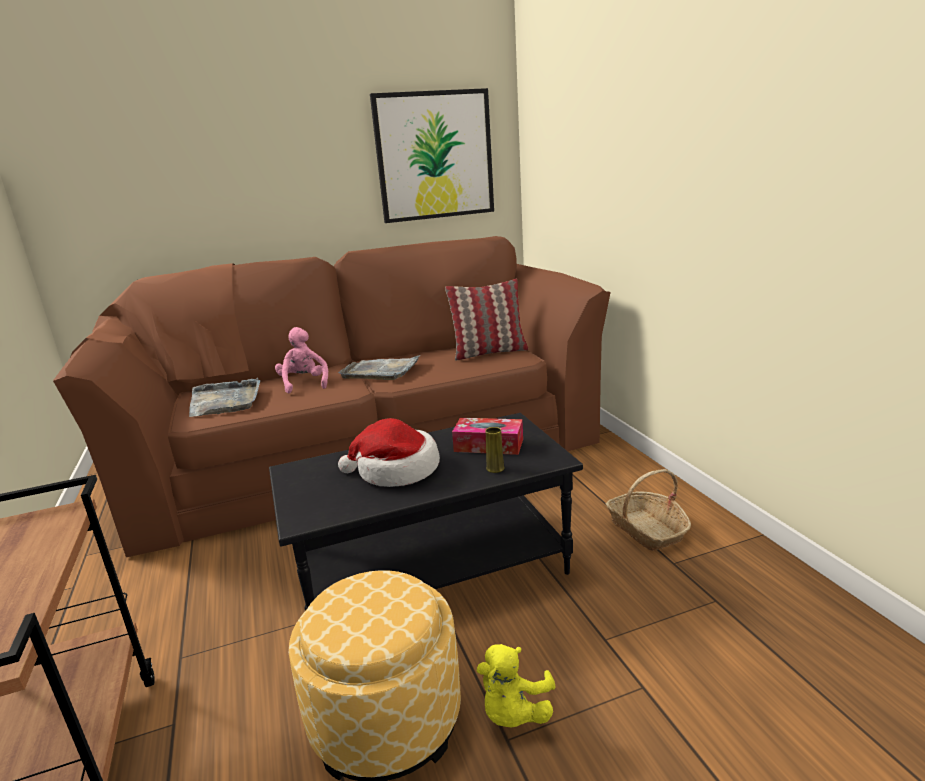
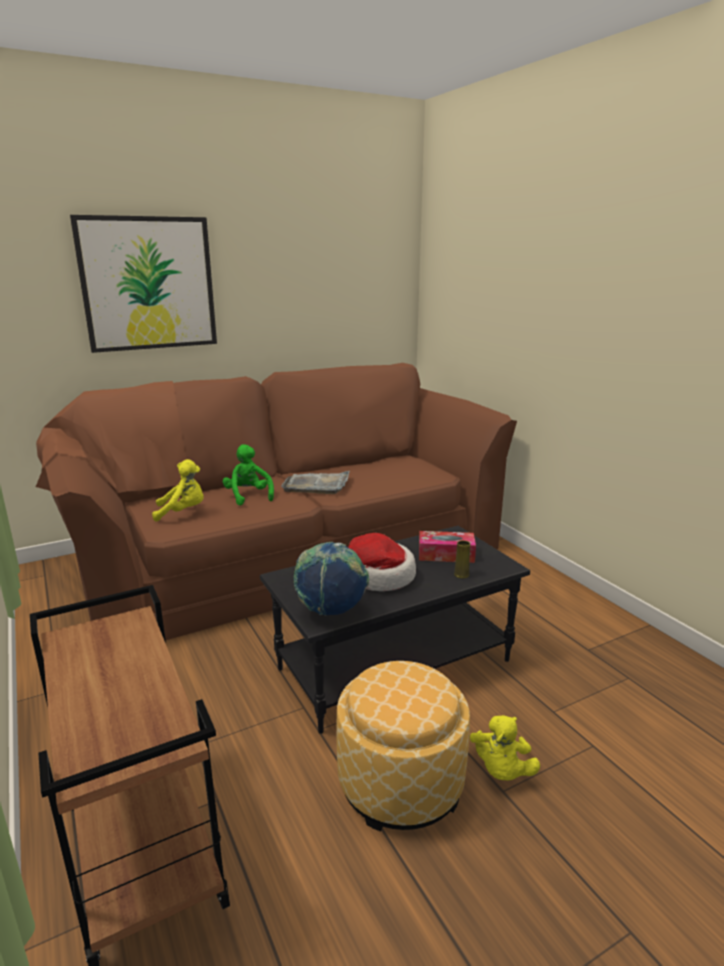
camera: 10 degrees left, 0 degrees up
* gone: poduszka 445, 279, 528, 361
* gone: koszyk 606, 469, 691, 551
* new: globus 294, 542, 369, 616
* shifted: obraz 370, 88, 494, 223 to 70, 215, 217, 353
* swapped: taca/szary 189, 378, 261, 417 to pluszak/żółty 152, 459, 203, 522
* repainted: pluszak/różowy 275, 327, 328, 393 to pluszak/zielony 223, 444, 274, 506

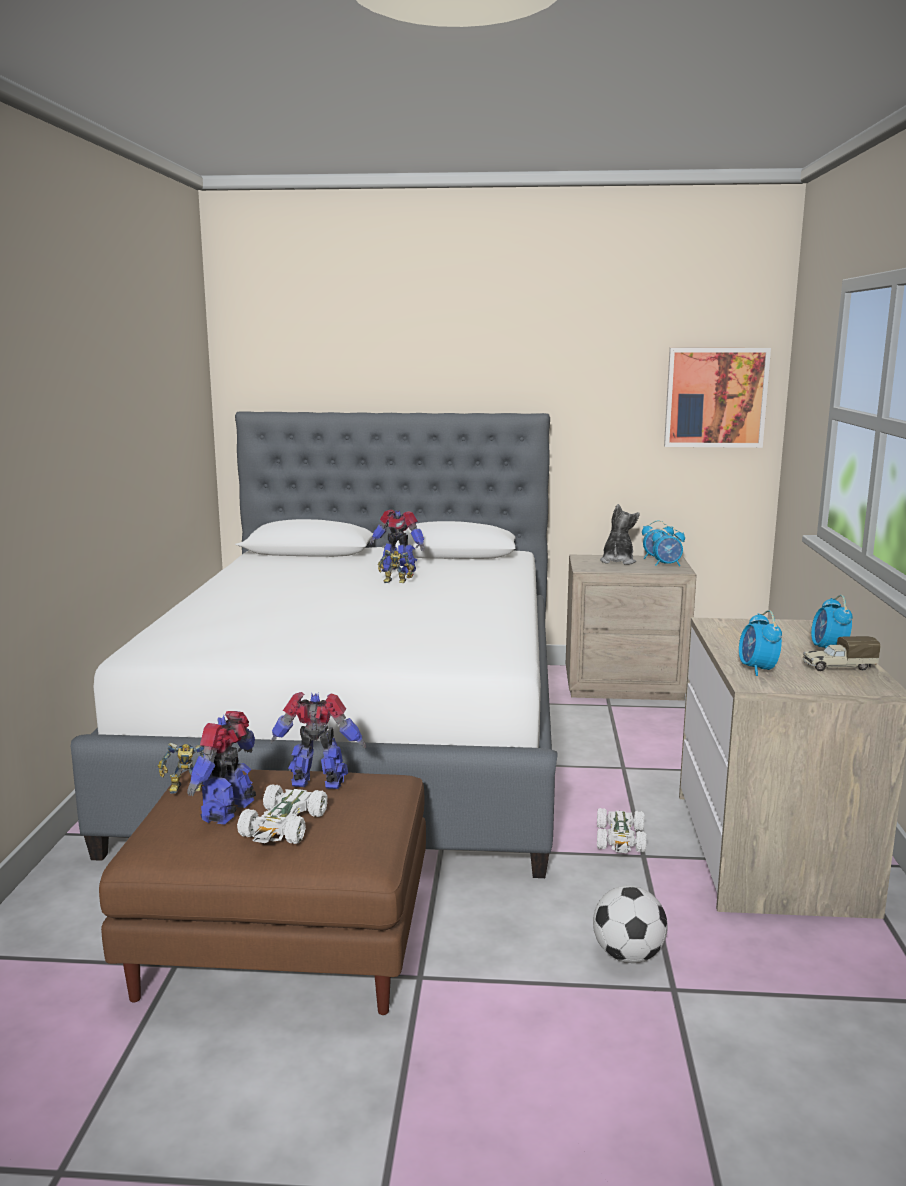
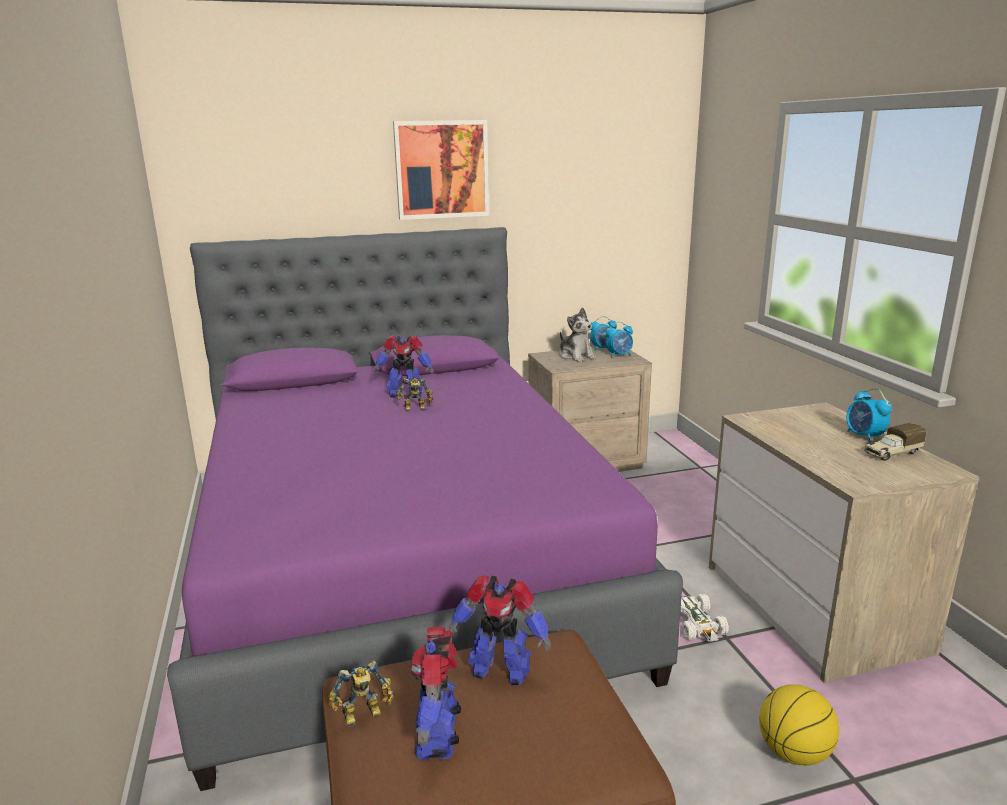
camera: 20 degrees left, 5 degrees up
* gone: samochodzik/biały 237, 784, 328, 844
* gone: budzik 739, 610, 782, 676
* shifted: obraz 664, 348, 771, 448 to 393, 120, 489, 220
* swapped: piłka futbolowa 593, 886, 668, 963 to piłka do koszykówki 759, 684, 839, 766
* repainted: łóżko/biały 71, 411, 558, 878 to łóżko/fioletowy 167, 227, 683, 791
* rotated: robot zabawkowy 271, 692, 366, 789 = 448, 575, 551, 685 150 degrees counterclockwise
* rotated: pluszak 600, 504, 640, 565 = 560, 307, 596, 362 150 degrees clockwise

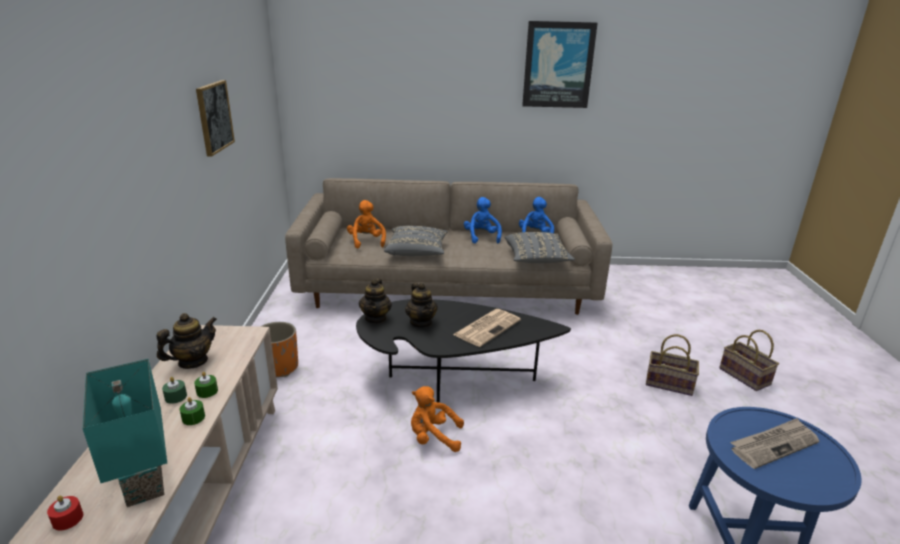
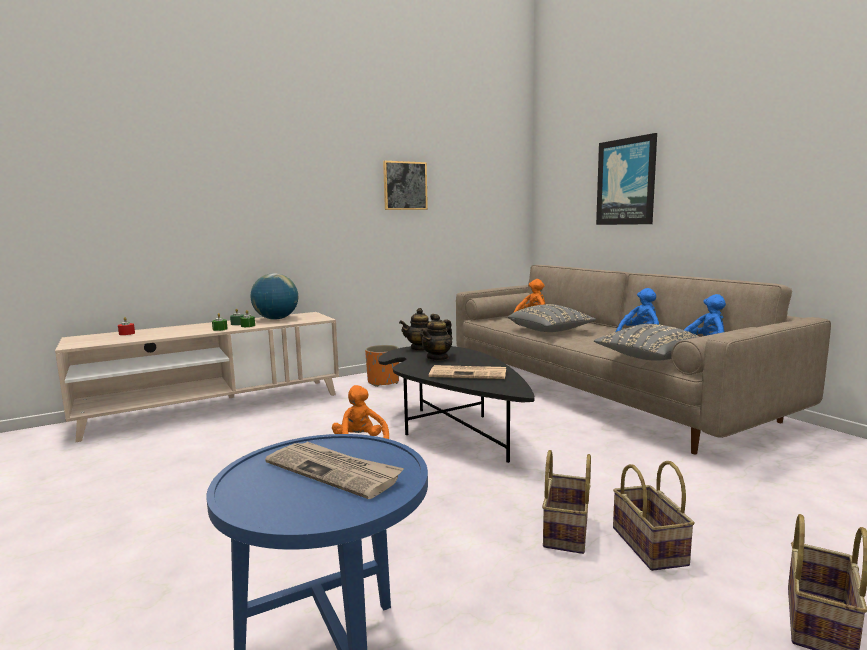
camera: 60 degrees right, 15 degrees down
* gone: lampa stołowa/turkusowy 82, 359, 167, 507
* new: koszyk 542, 450, 591, 554
* shifted: obraz 522, 21, 598, 108 to 596, 133, 657, 225
* swapped: imbryk 157, 313, 217, 369 to globus 251, 273, 298, 320

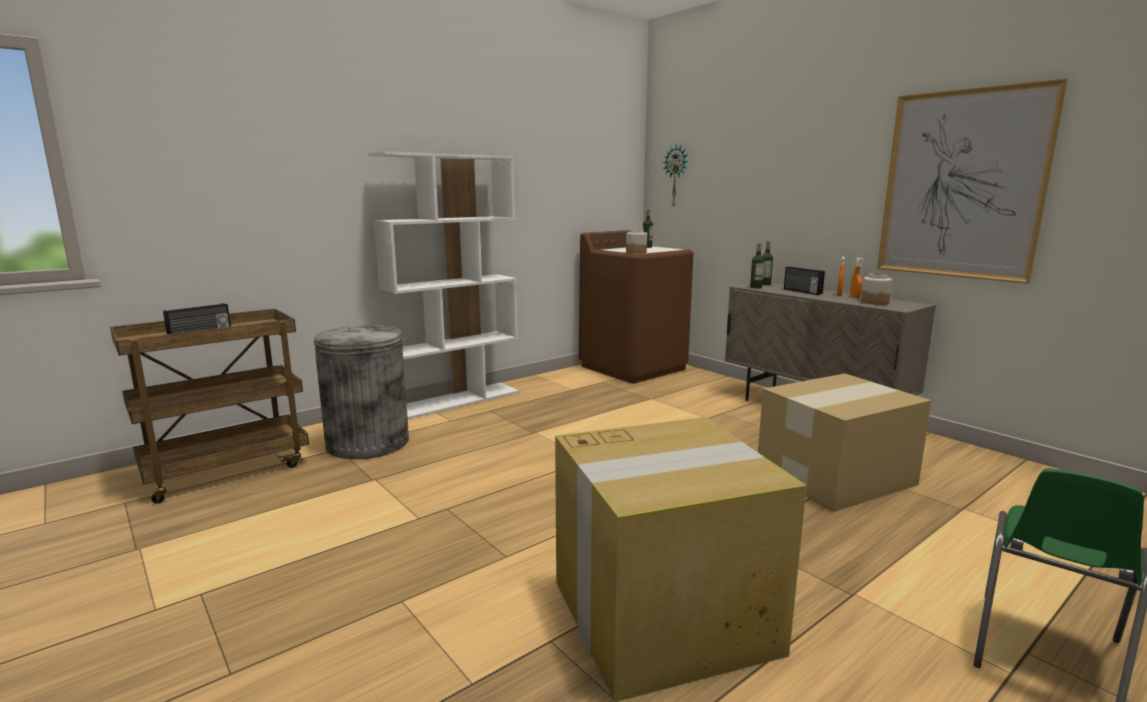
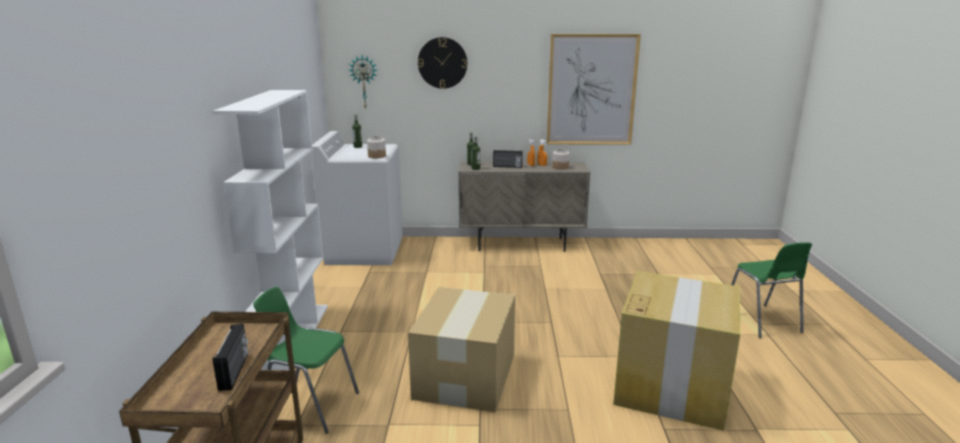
camera: 50 degrees left, 5 degrees up
* new: zegar ścienny 418, 37, 467, 89
* shifted: karton 758, 373, 931, 512 to 408, 287, 515, 412
* swapped: kosz na śmieci/szary 314, 325, 409, 459 to krzesło/zielony 253, 287, 359, 433
* repainted: pralka/brązowy 579, 230, 693, 384 to pralka/biały 311, 131, 403, 265

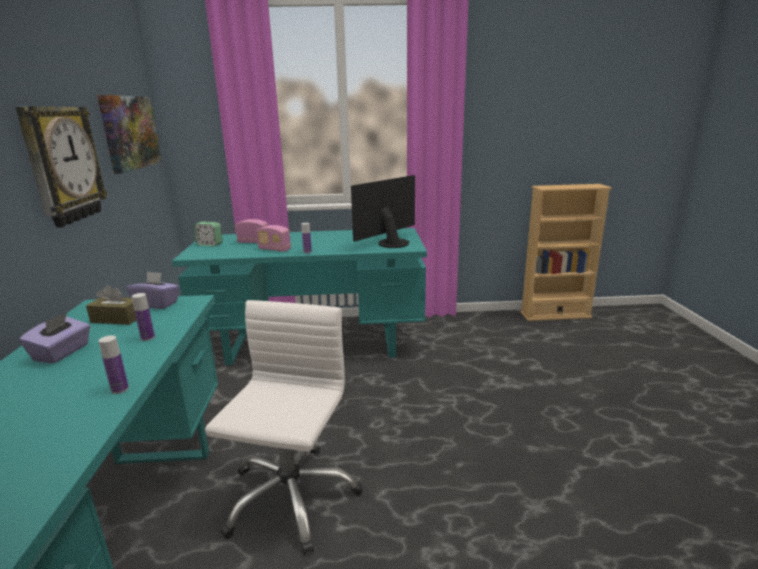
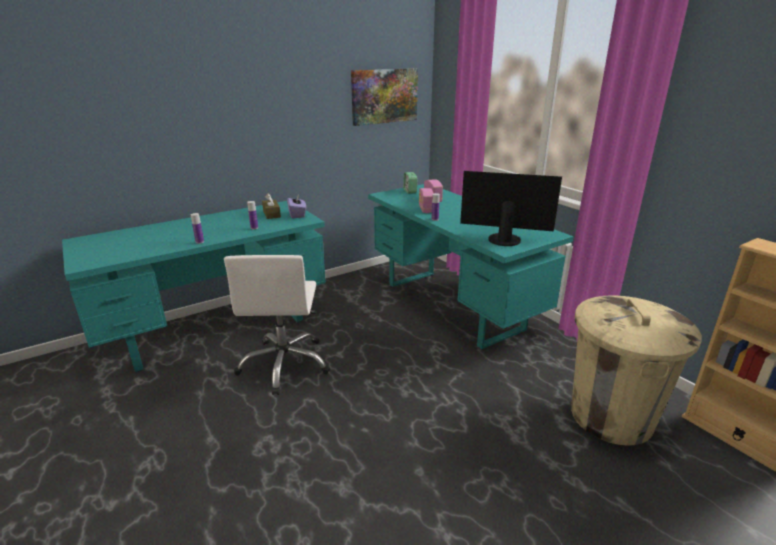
camera: 60 degrees right, 5 degrees up
* gone: zegar ścienny 15, 106, 107, 228
* gone: pudełko chusteczek/fioletowy 19, 312, 90, 363
* new: kosz na śmieci/beżowy 571, 295, 702, 446
* rotated: krzesło biurowe/biały 205, 300, 363, 555 = 224, 255, 330, 395 105 degrees clockwise

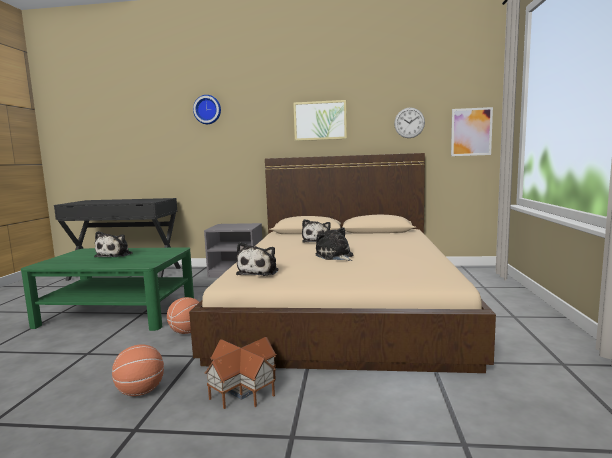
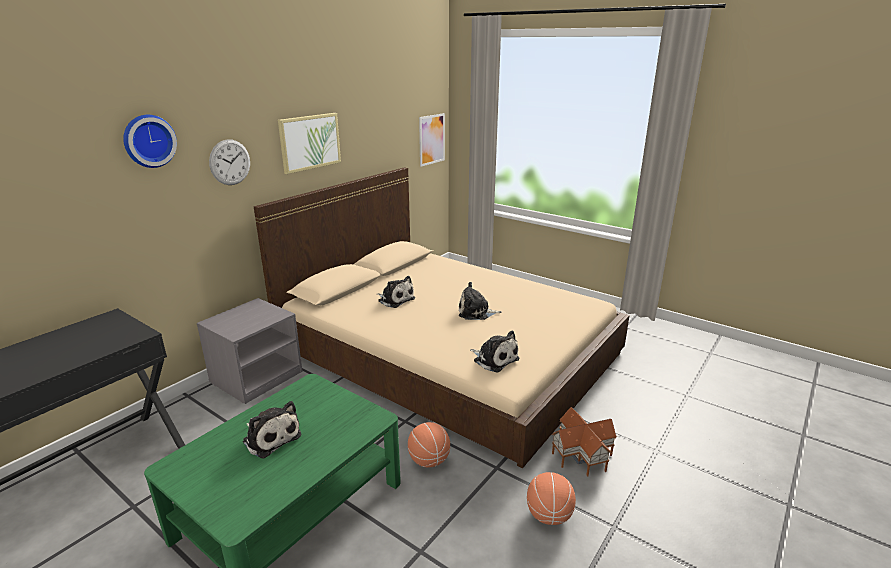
camera: 60 degrees left, 15 degrees up
* shifted: zegar ścienny 394, 108, 425, 138 to 209, 140, 250, 185

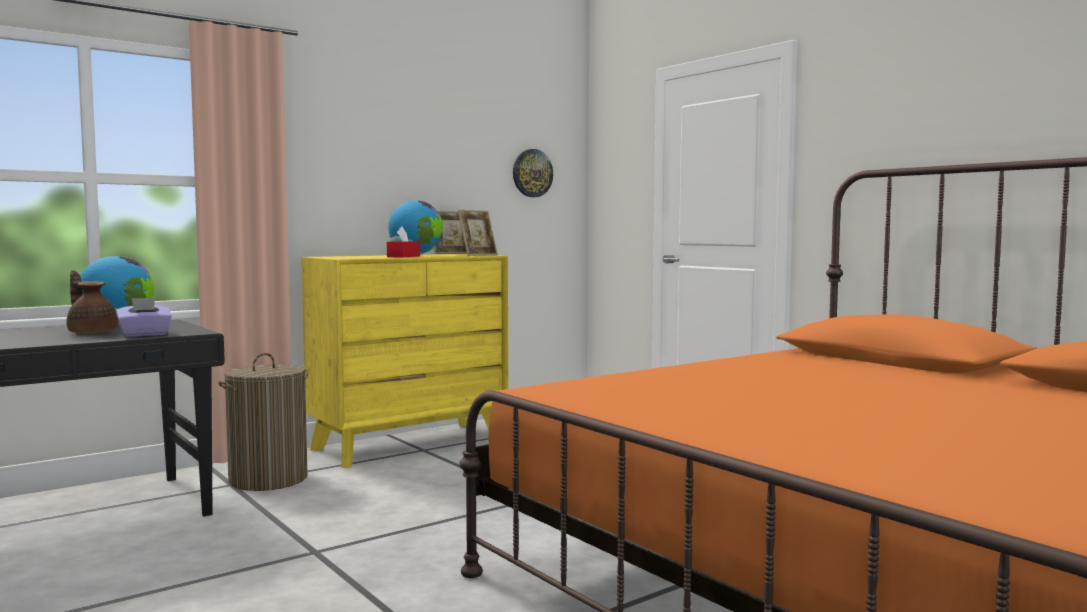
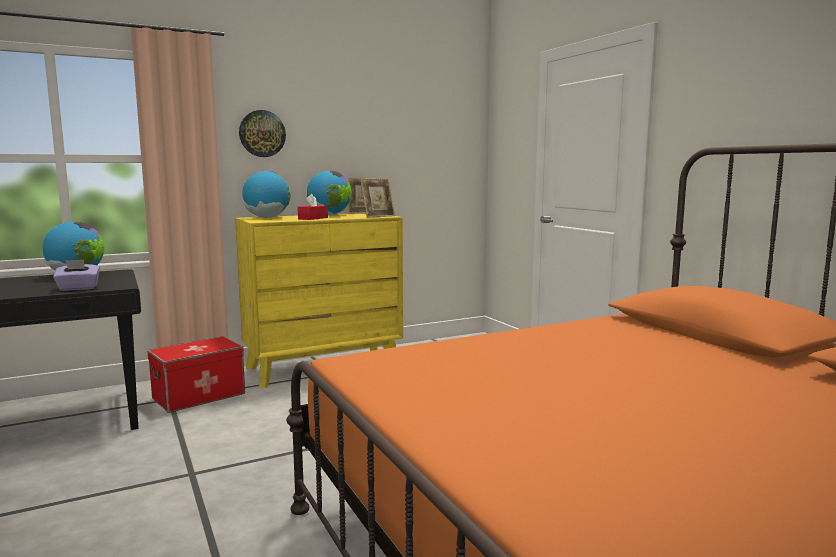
camera: 10 degrees right, 5 degrees up
* gone: imbryk/brązowy 66, 270, 118, 334
* new: globus 242, 171, 290, 218
* shifted: zegar ścienny 513, 149, 553, 197 to 239, 110, 286, 157
* swapped: kosz na pranie 218, 353, 309, 491 to pojemnik do przechowywania 147, 336, 245, 413

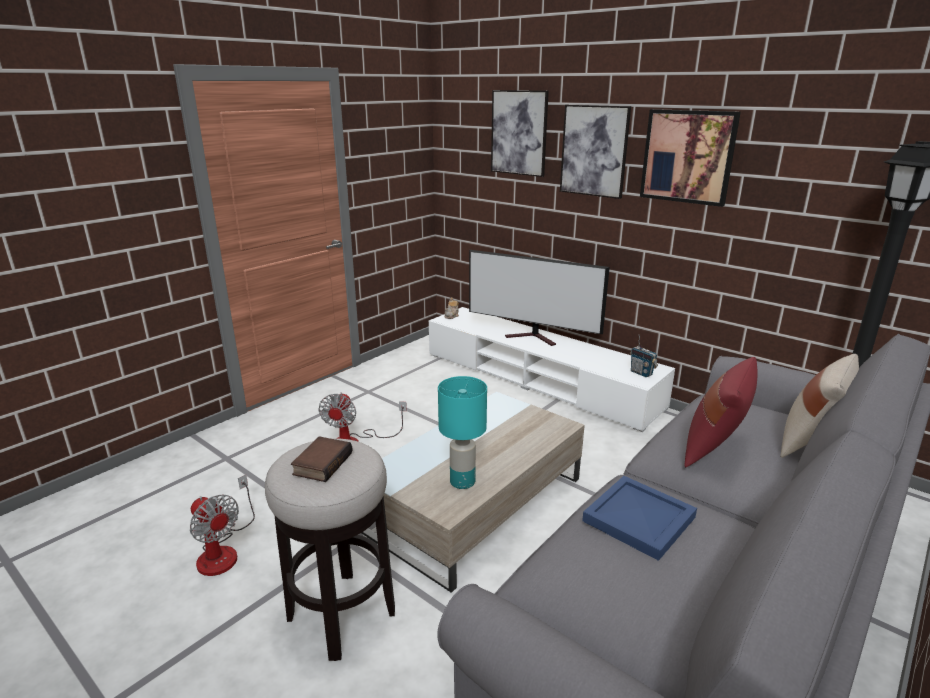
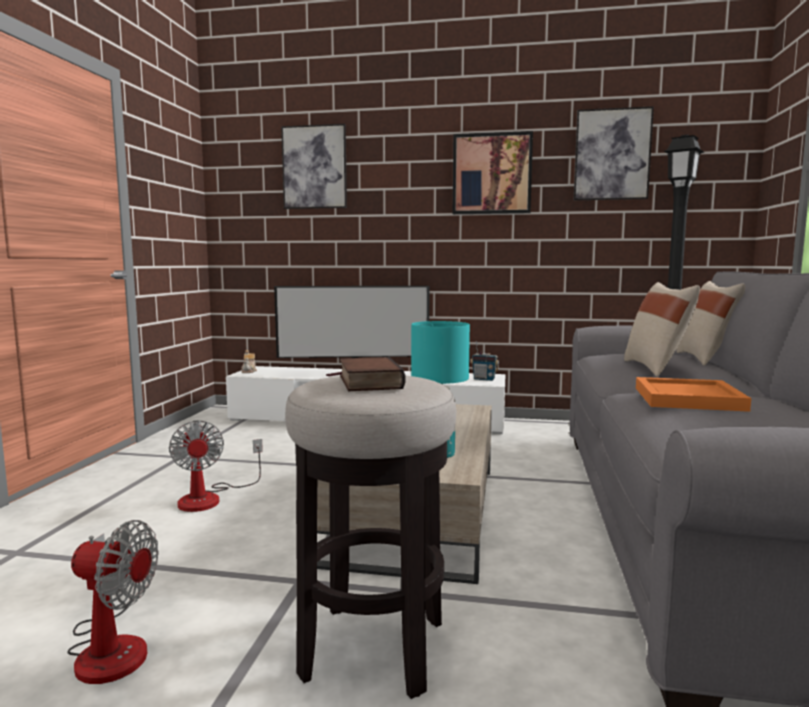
camera: 30 degrees left, 15 degrees down
* shifted: obraz 560, 105, 631, 199 to 574, 106, 654, 200
* repainted: taca/niebieski 582, 476, 697, 561 to taca/pomarańczowy 636, 377, 751, 412
* repainted: poduszka/czerwony 684, 357, 757, 467 to poduszka/beżowy 624, 282, 700, 377

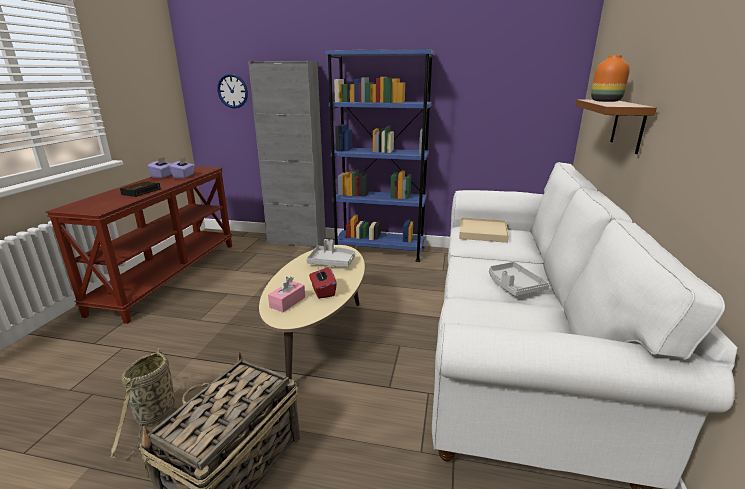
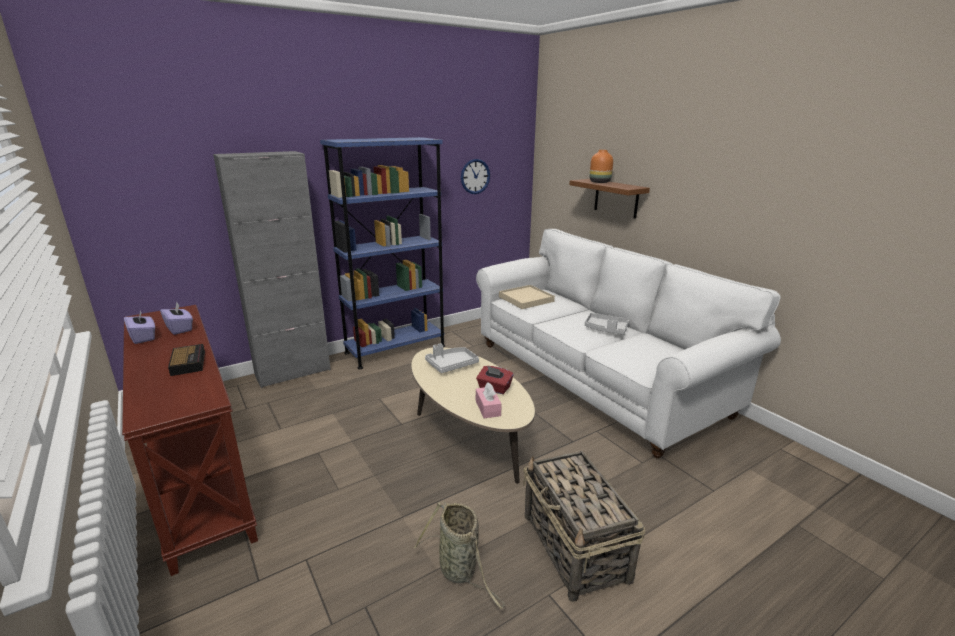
camera: 45 degrees left, 0 degrees up
* shifted: zegar ścienny 217, 74, 248, 109 to 461, 159, 490, 194

